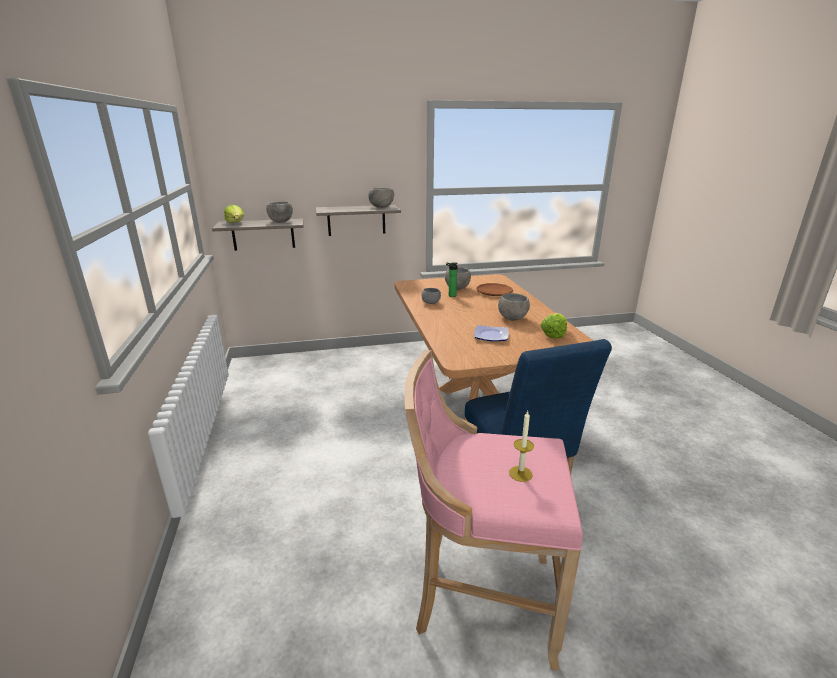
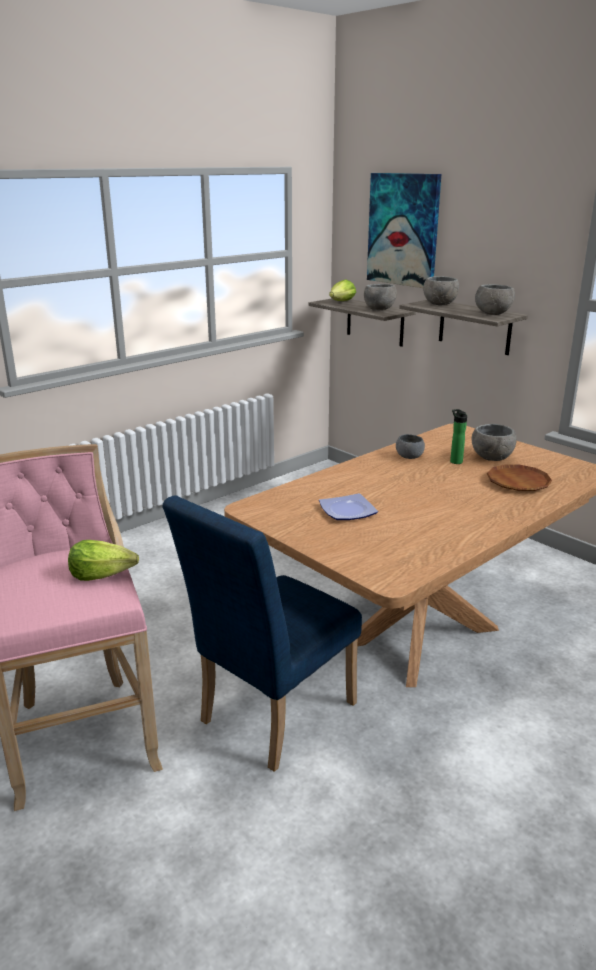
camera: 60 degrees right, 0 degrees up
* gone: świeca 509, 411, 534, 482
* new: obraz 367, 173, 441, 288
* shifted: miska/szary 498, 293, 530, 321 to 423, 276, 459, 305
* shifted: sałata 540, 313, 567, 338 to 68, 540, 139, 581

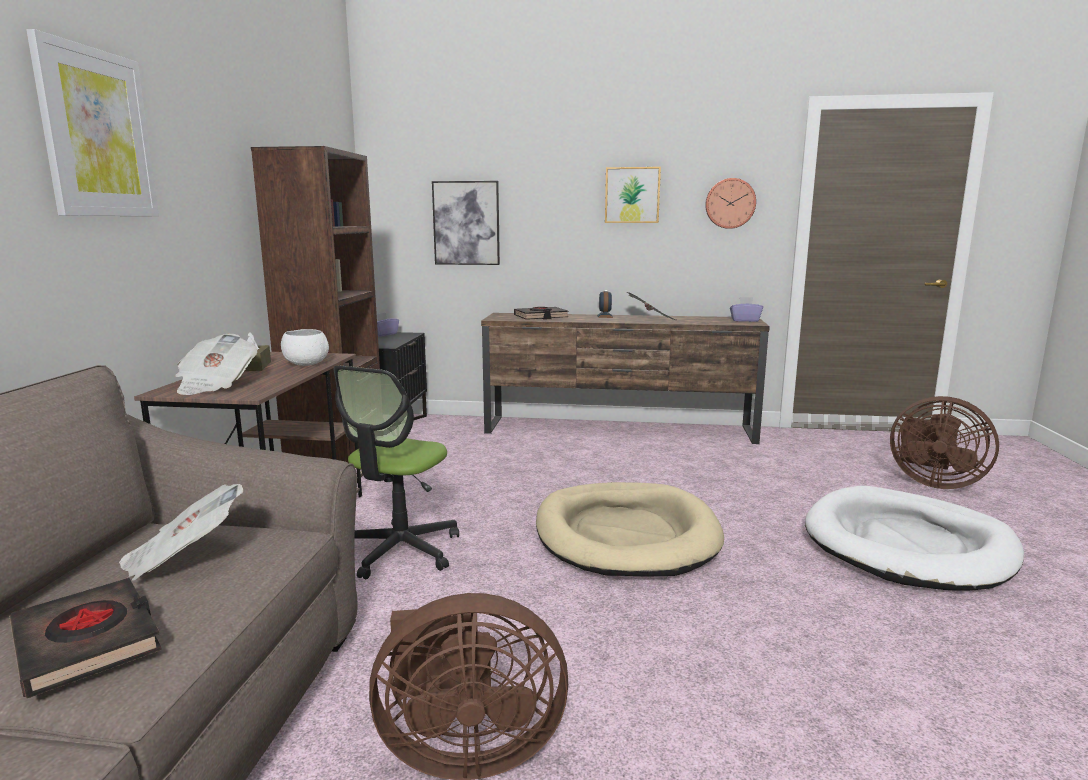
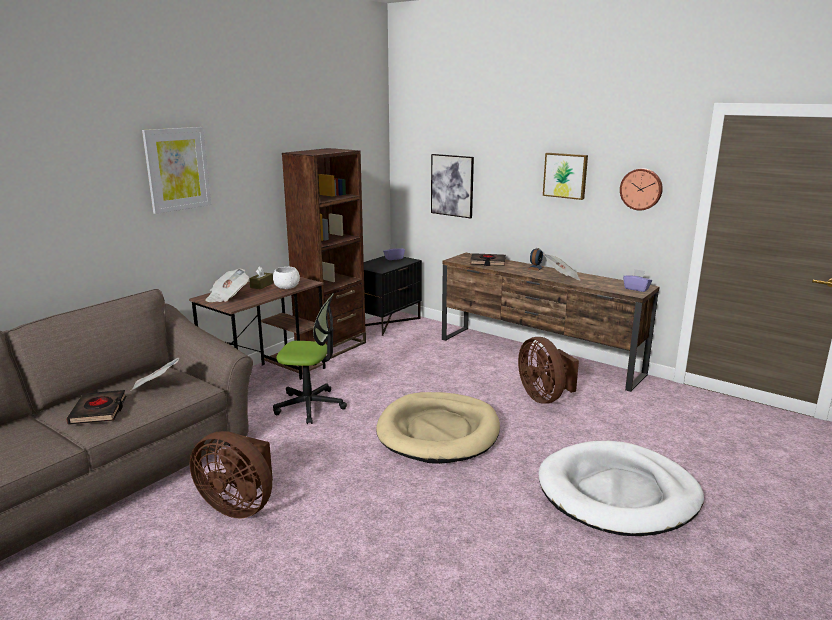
camera: 30 degrees right, 5 degrees up
* shifted: wentylator/brązowy 890, 396, 999, 489 to 518, 337, 579, 404
* rotated: krzesło biurowe 334, 366, 459, 579 = 273, 293, 347, 424 135 degrees counterclockwise

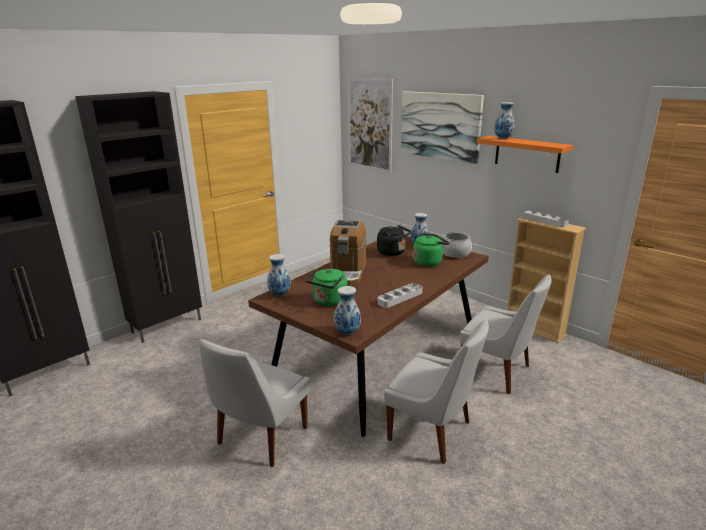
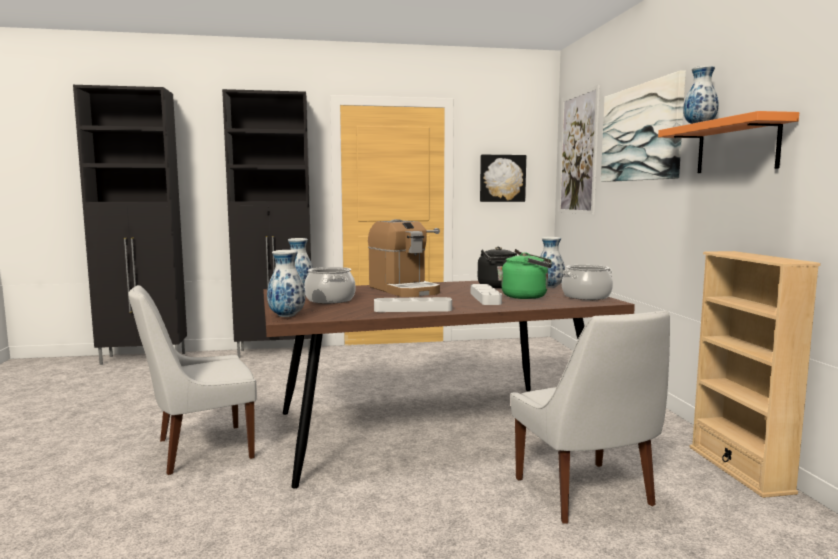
camera: 35 degrees right, 15 degrees down
* gone: krzesło/biały 384, 319, 489, 464
* new: obraz 480, 154, 526, 202
* shifted: taca/szary 524, 210, 569, 227 to 471, 284, 502, 305
* swapped: czajnik/zielony 305, 269, 351, 306 to garnek 304, 267, 356, 304
* rotated: ekspres do kawy 330, 220, 366, 286 = 368, 219, 440, 297 75 degrees counterclockwise

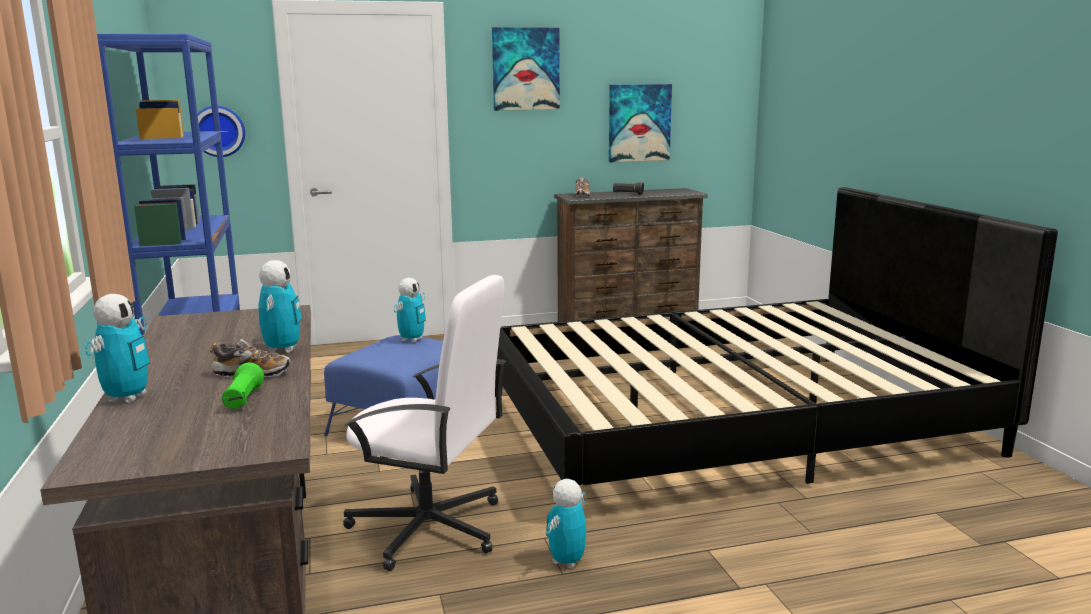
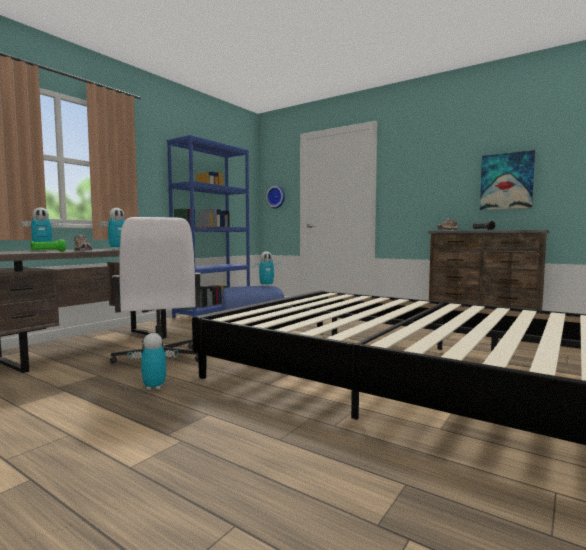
camera: 50 degrees right, 10 degrees down
* gone: obraz 492, 27, 560, 111

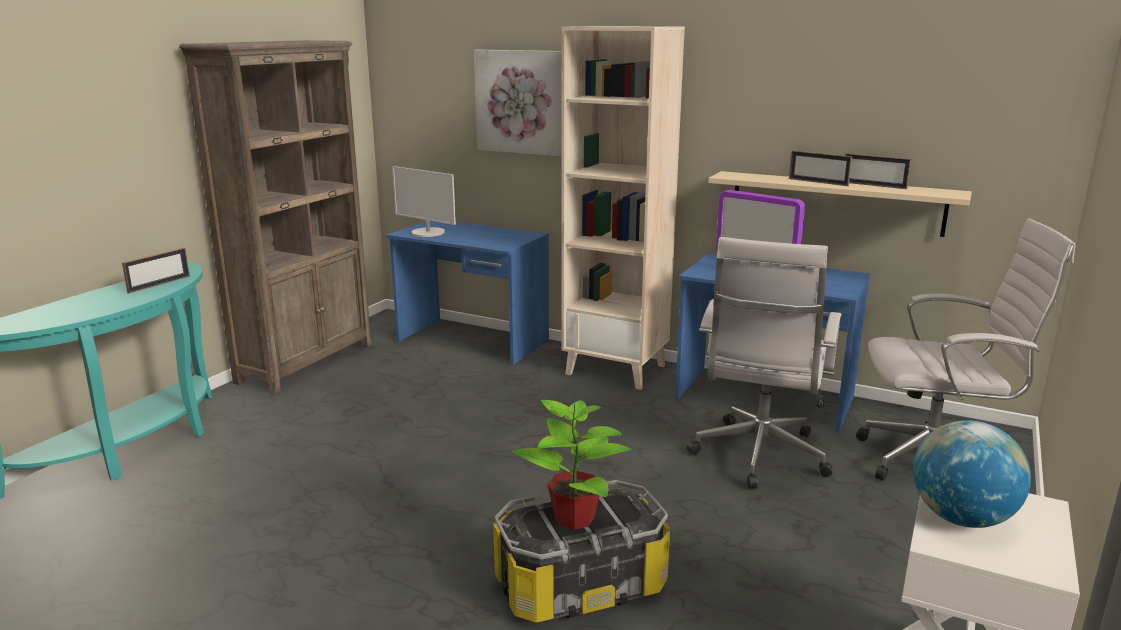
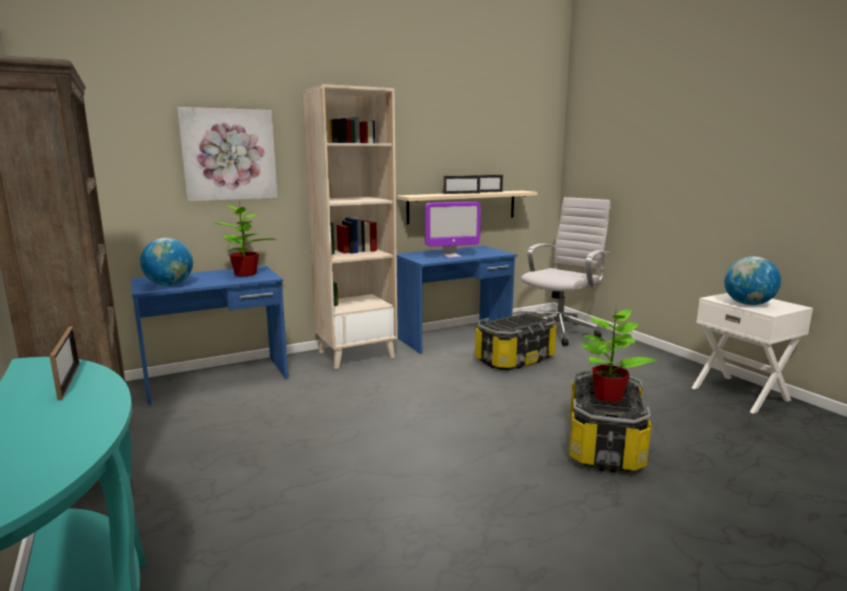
camera: 55 degrees left, 5 degrees down
* new: roślina doniczkowa 215, 202, 278, 277
* swapped: monitor 392, 166, 456, 237 to globus 140, 238, 193, 286
* swapped: krzesło biurowe/biały 687, 237, 841, 489 to pojemnik do przechowywania 475, 311, 556, 370

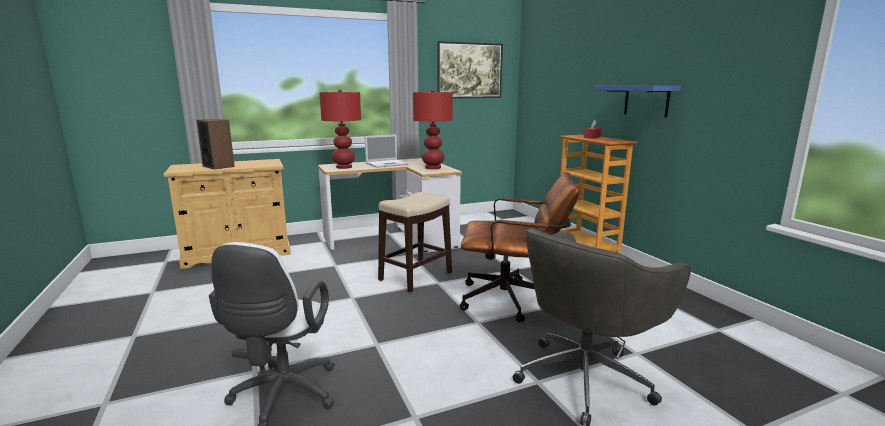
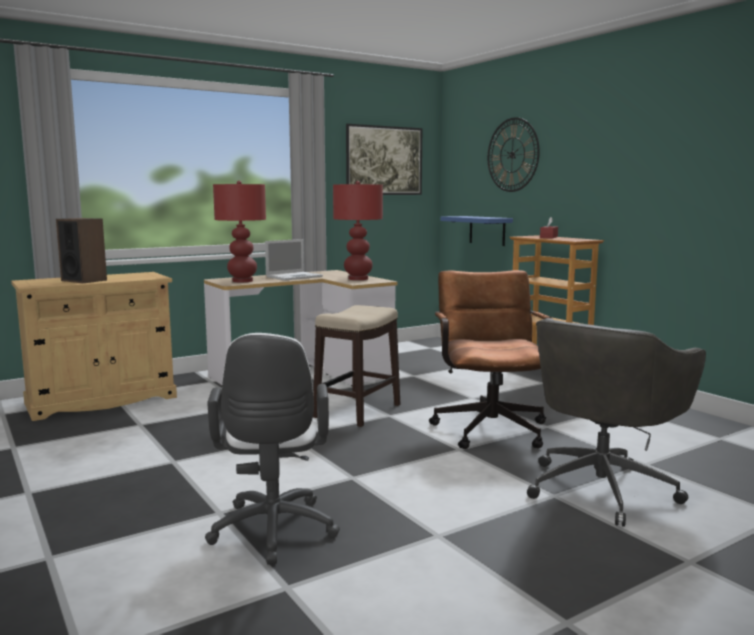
camera: 10 degrees left, 5 degrees down
* new: zegar ścienny 488, 117, 540, 192
* shifted: półka/niebieski 594, 86, 681, 118 to 440, 216, 513, 246
* rotated: krzesło biurowe/brązowy 459, 172, 580, 323 = 429, 270, 553, 449 90 degrees counterclockwise

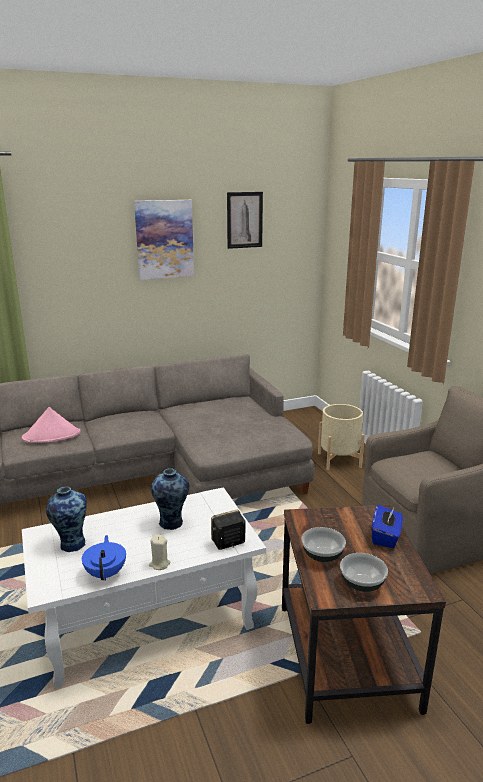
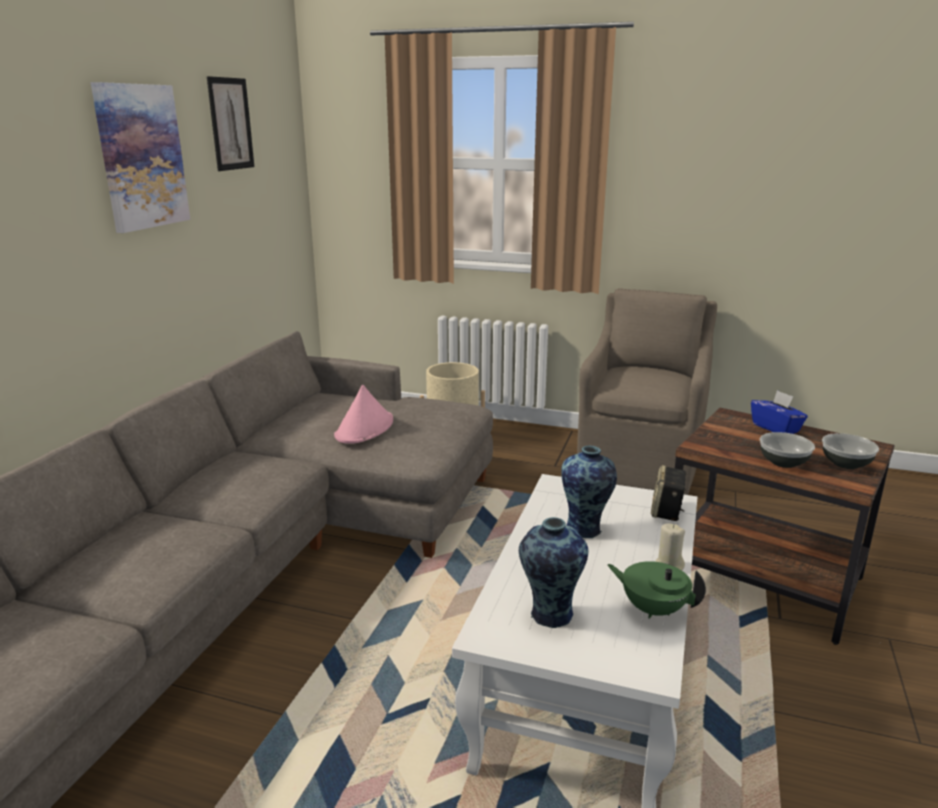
camera: 50 degrees left, 0 degrees up
* shifted: kapelusz/różowy 22, 407, 81, 443 to 334, 385, 393, 444
* repainted: imbryk/niebieski 82, 535, 126, 581 to imbryk/zielony 607, 561, 706, 619

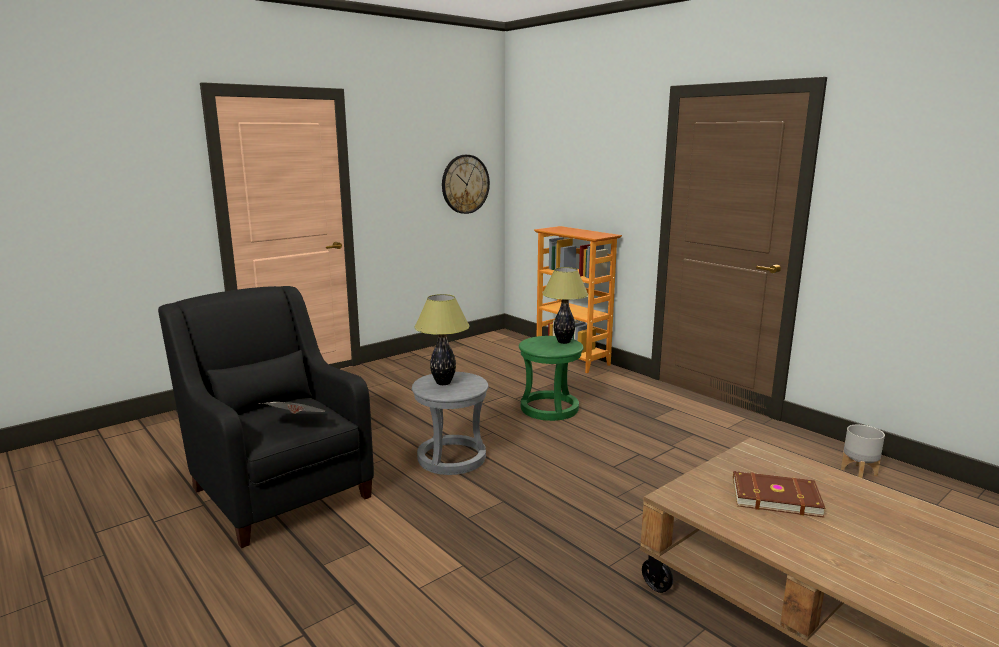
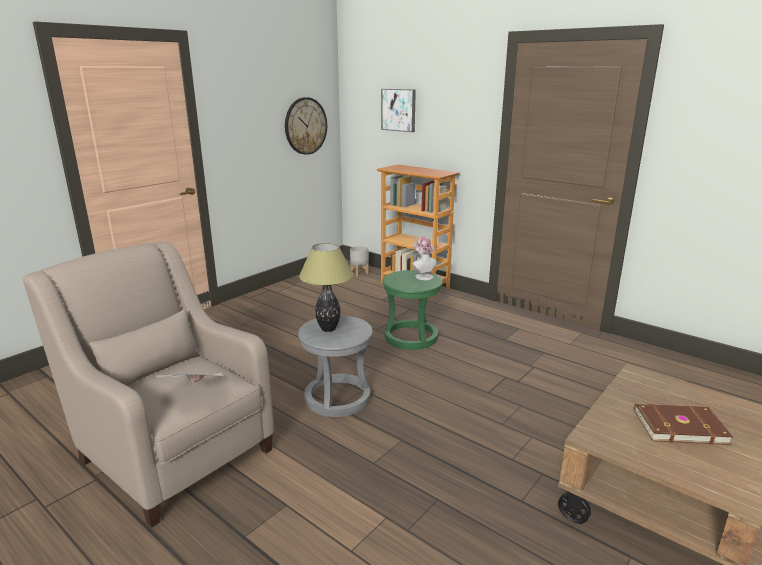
camera: 10 degrees left, 5 degrees up
* new: obraz 381, 89, 416, 132
* shifted: donica/szary 841, 425, 885, 478 to 350, 246, 369, 276
* swapped: lampa stołowa 542, 267, 588, 344 to kapelusz 412, 236, 437, 280
* repainted: fotel/czarny 158, 286, 374, 548 to fotel/beżowy 23, 242, 274, 528

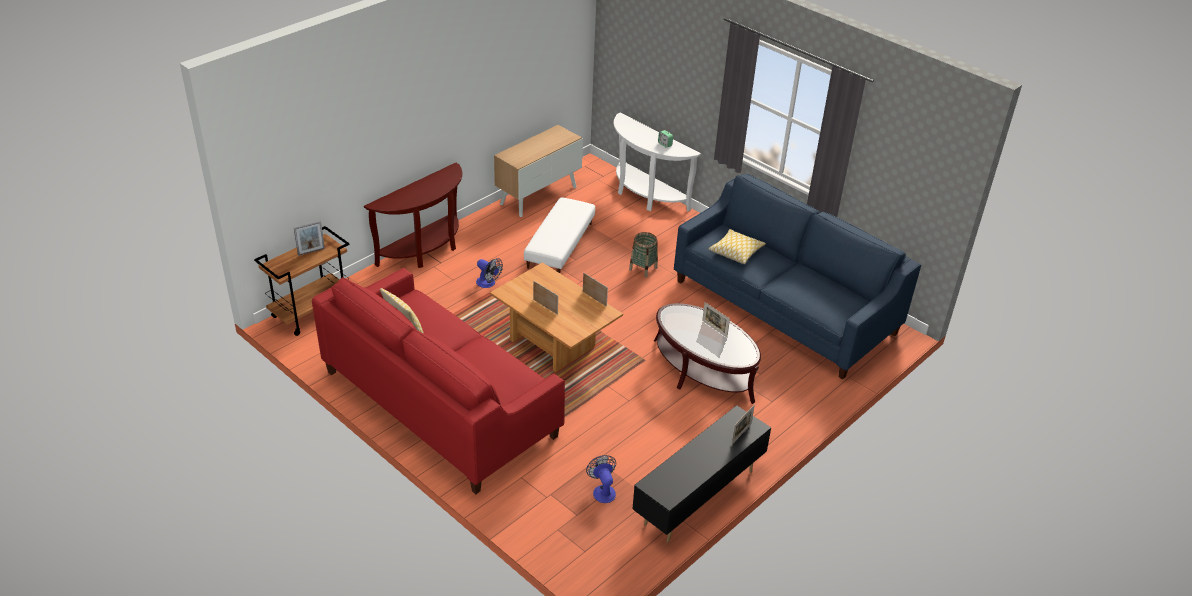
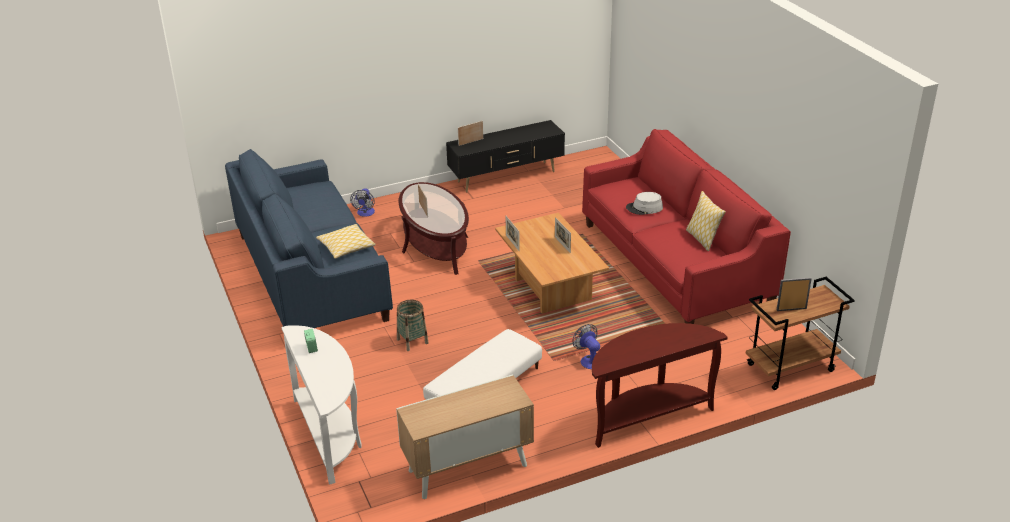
camera: 155 degrees left, 5 degrees down
* new: kapelusz/szary 626, 192, 663, 215
* shifted: wentylator 586, 455, 616, 503 to 350, 188, 375, 217

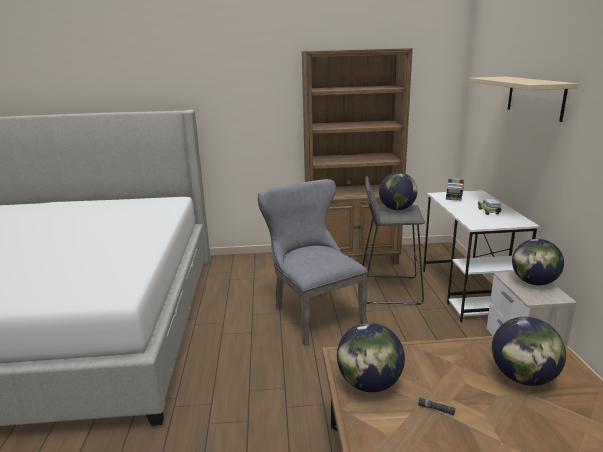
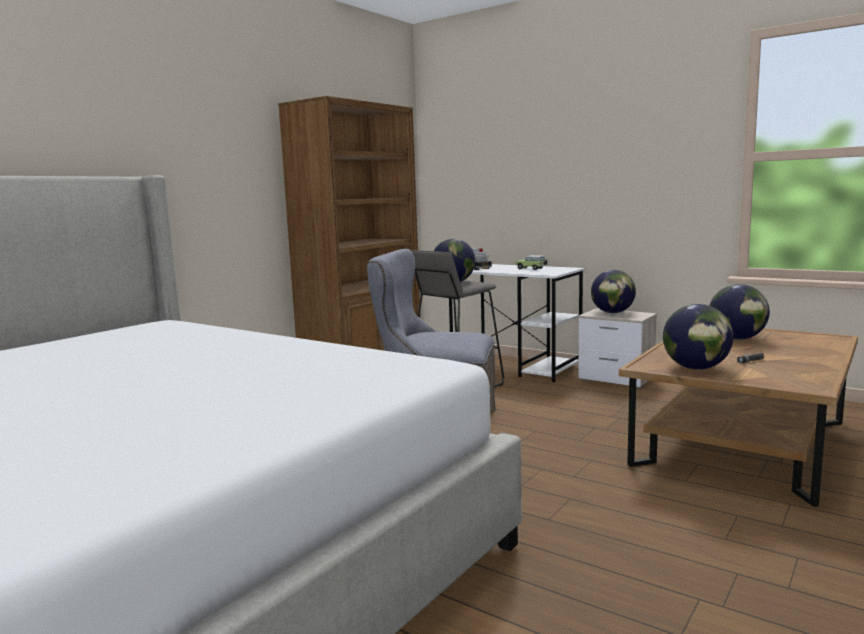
camera: 50 degrees left, 10 degrees down
* gone: półka/beżowy 469, 76, 578, 122

